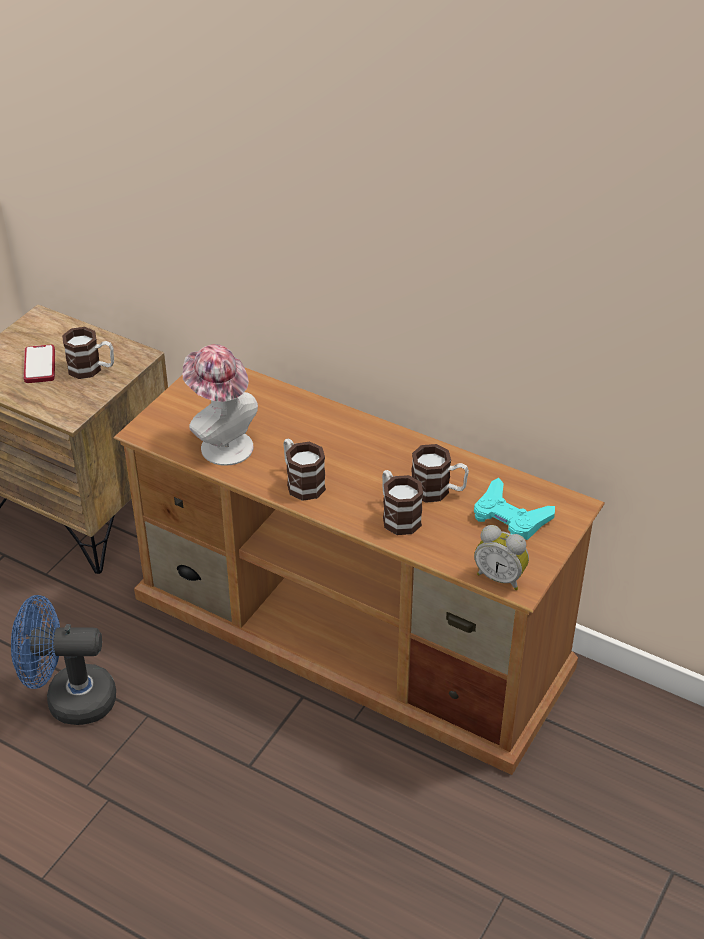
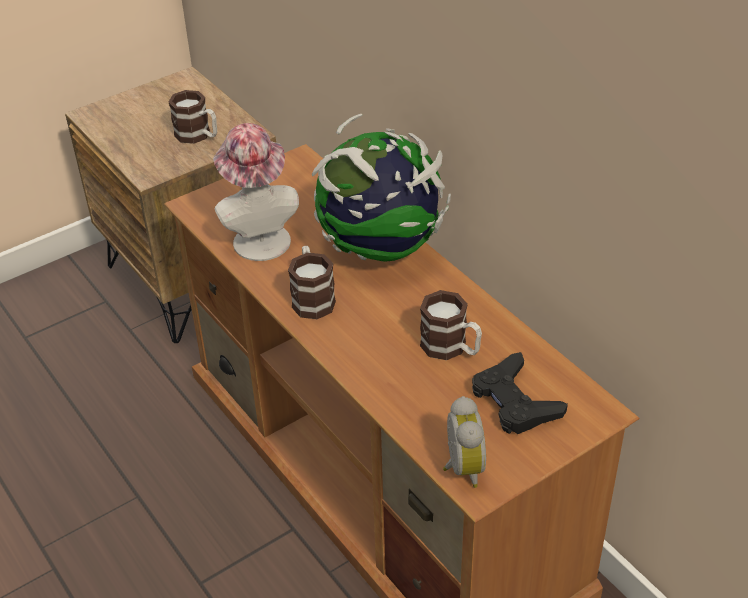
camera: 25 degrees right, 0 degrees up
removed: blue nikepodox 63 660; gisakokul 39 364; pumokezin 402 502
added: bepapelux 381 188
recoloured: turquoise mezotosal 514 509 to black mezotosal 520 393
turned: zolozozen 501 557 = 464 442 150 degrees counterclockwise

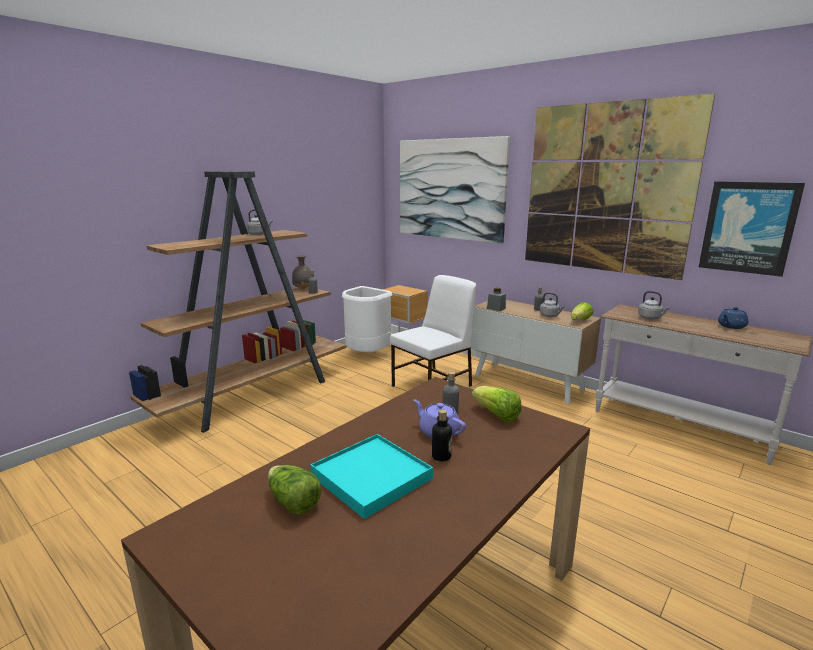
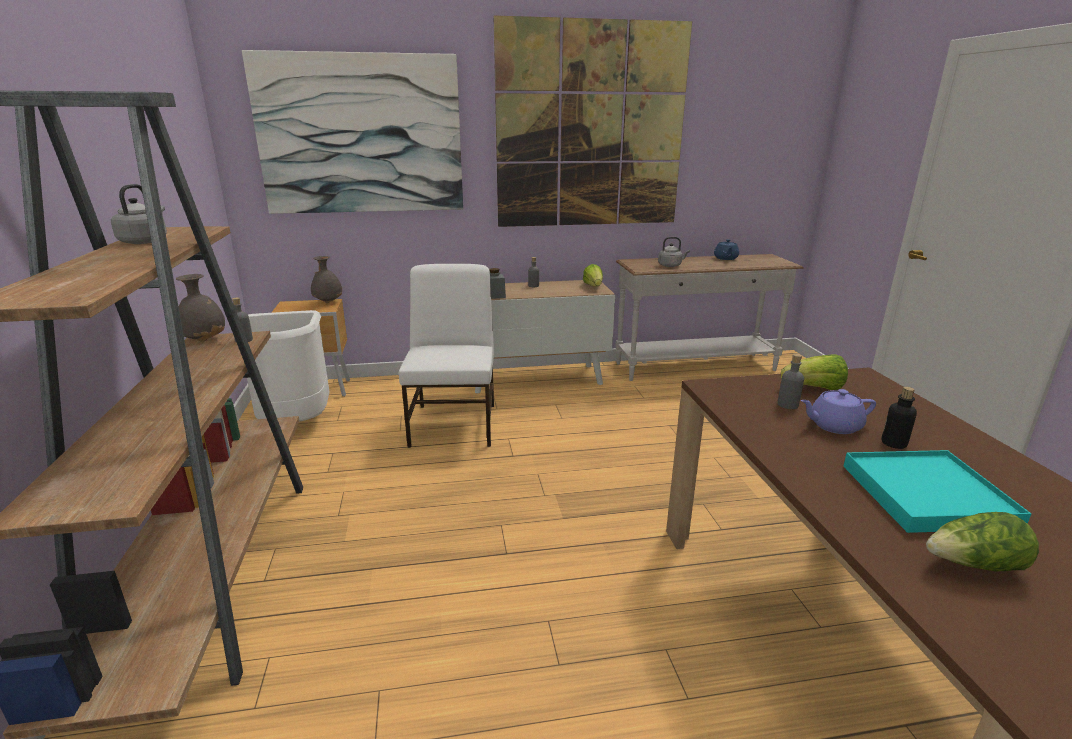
camera: 50 degrees left, 5 degrees up
removed: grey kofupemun 552 304; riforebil 752 229
added: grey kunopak 326 279

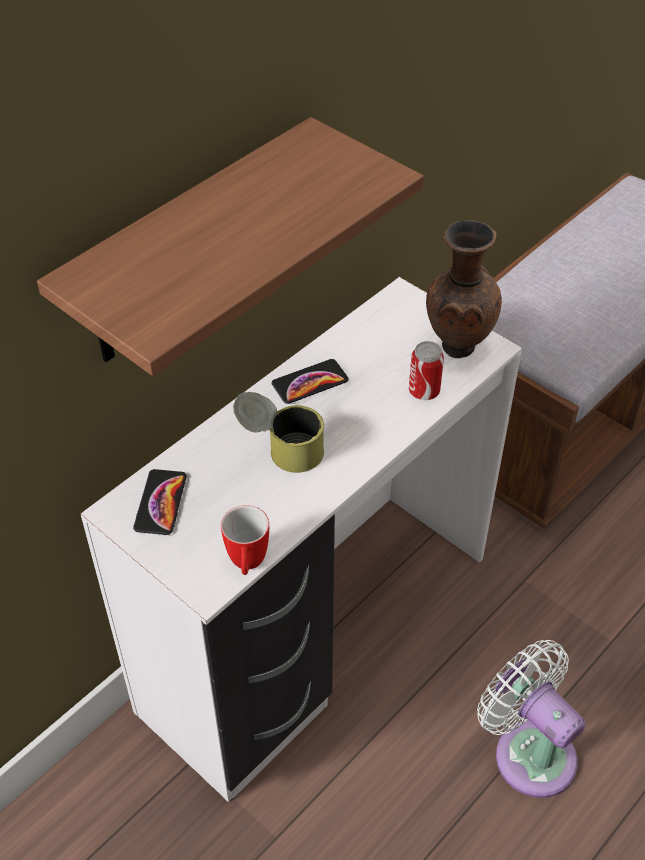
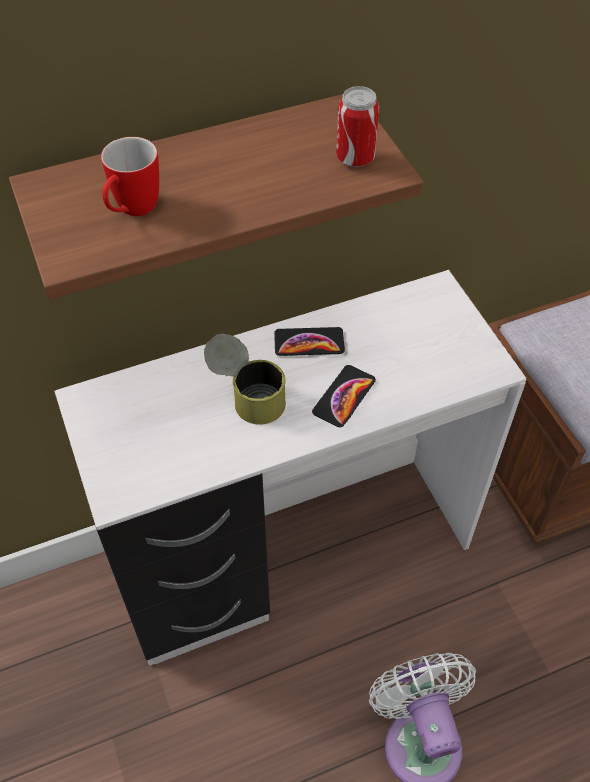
camera: 25 degrees right, 5 degrees up
removed: brown kunopak 464 289
moved: gisakokul 160 502 to 344 396; pumokezin 245 540 to 130 176; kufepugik 426 370 to 357 126

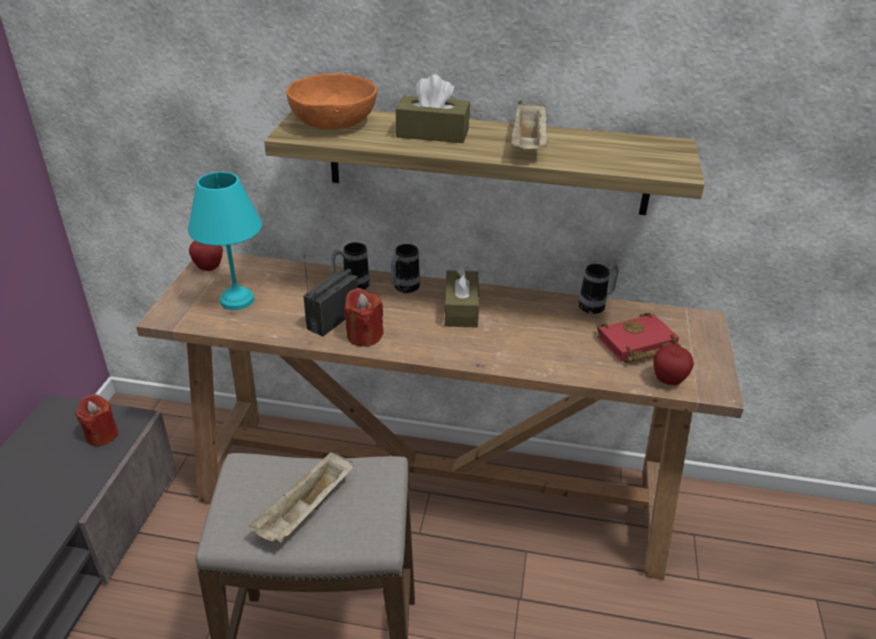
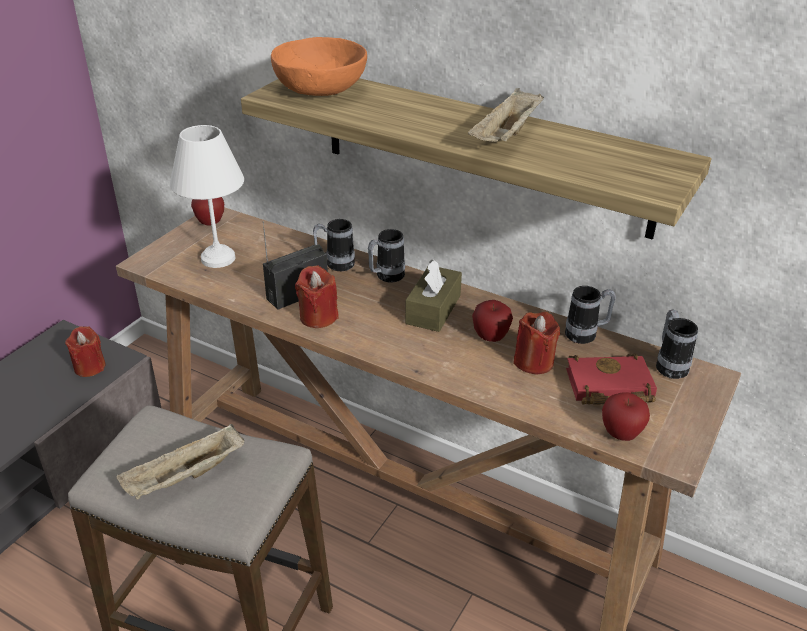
camera: 20 degrees right, 0 degrees up
removed: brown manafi 433 108
added: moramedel 492 321; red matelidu 536 343; pumokezin 677 344
recoloured: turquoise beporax 225 241 to white beporax 207 196

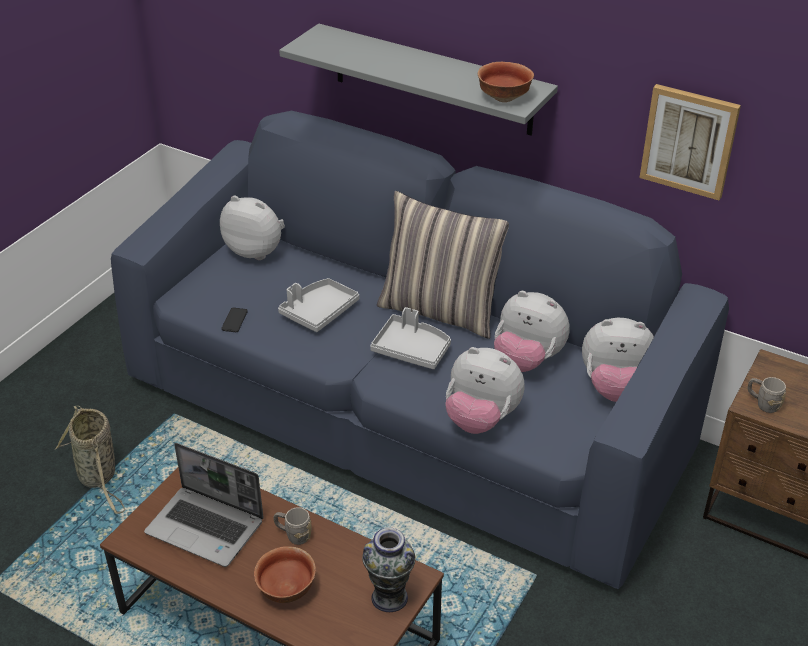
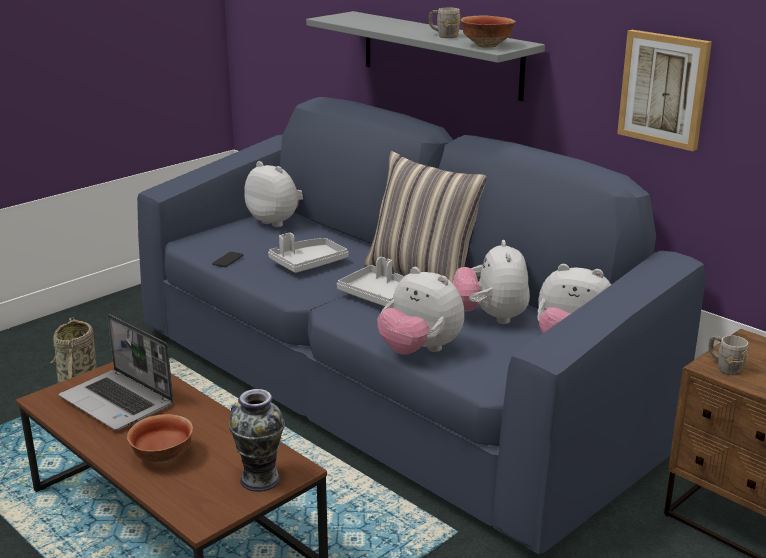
camera: 15 degrees right, 15 degrees down
moved: grey pumokezin 292 526 to 444 22
turned: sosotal 531 331 = 491 282 45 degrees clockwise

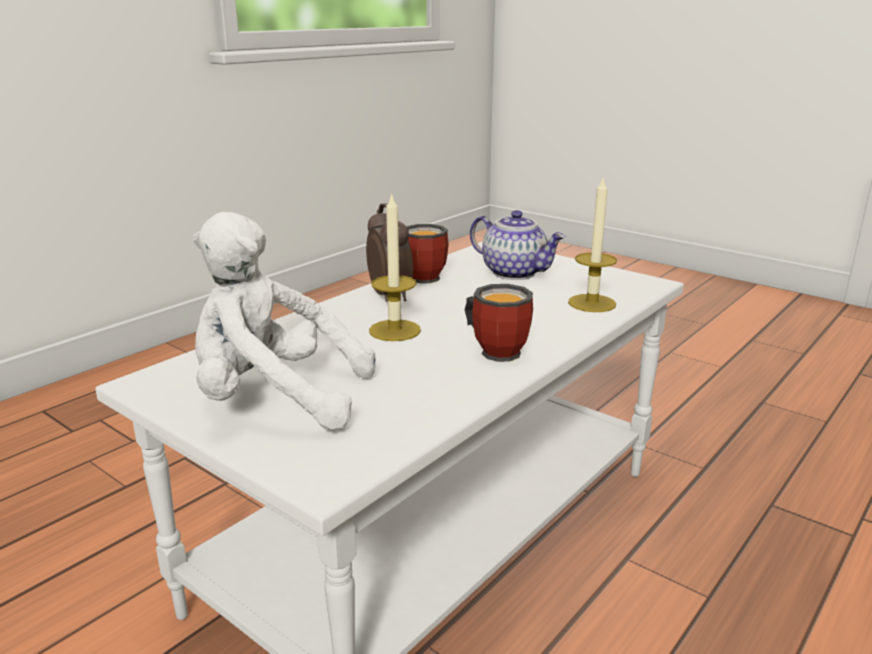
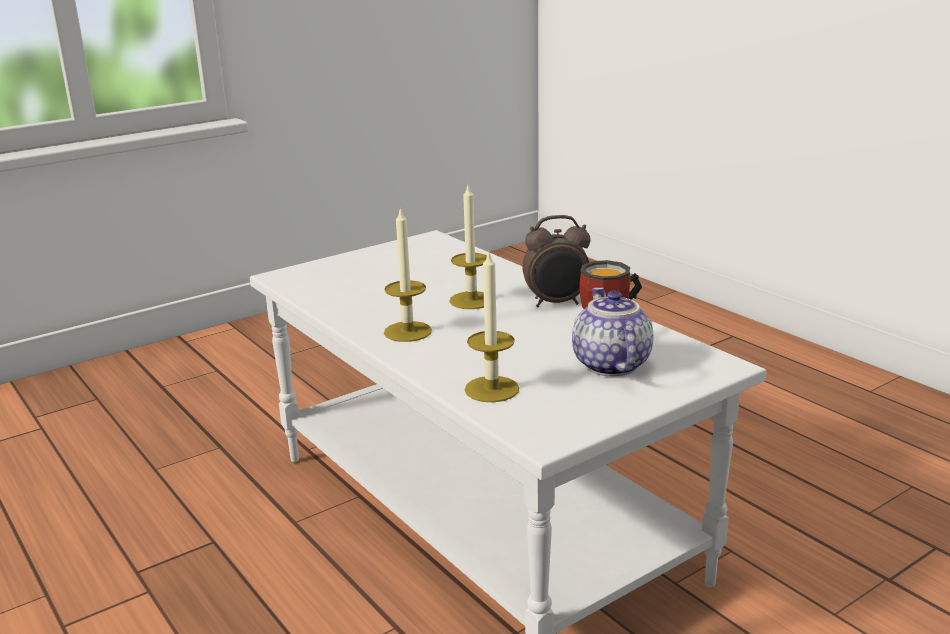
camera: 105 degrees right, 0 degrees up
removed: white sosotal 284 321
replaced: pumokezin 499 323 to matelidu 408 274
turned: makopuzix 518 245 = 612 332 120 degrees clockwise

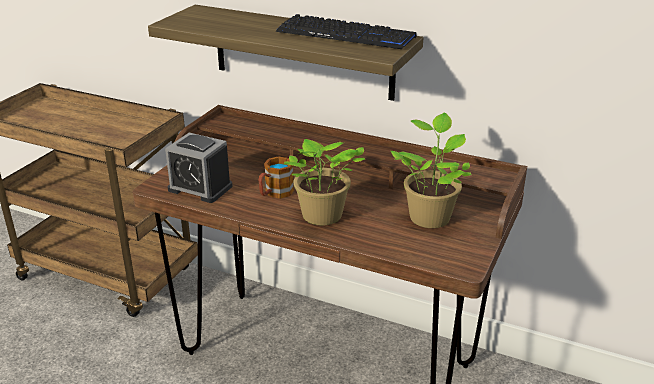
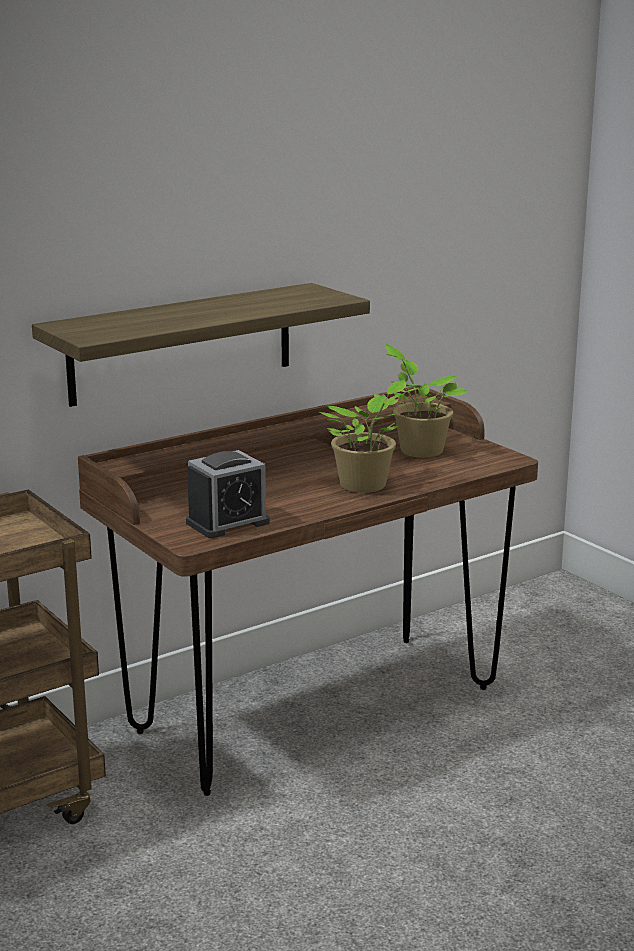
camera: 60 degrees left, 10 degrees down
removed: pumokezin 276 177; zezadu 346 31

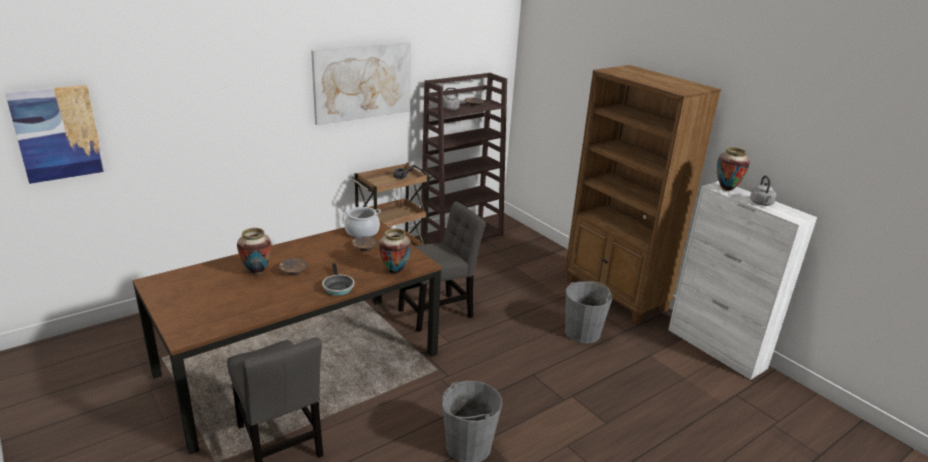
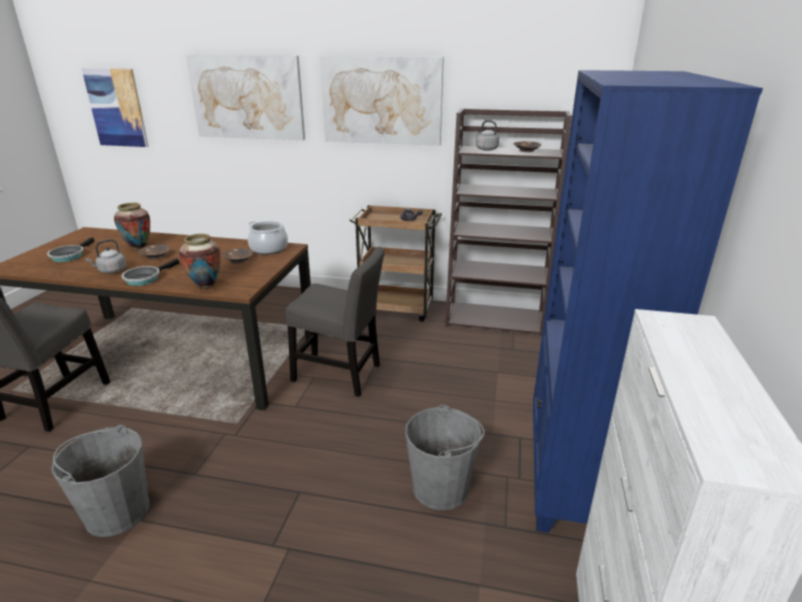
camera: 50 degrees right, 0 degrees up
removed: kunopak 733 169
added: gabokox 71 249; riforebil 245 97
moved: grey kofupemun 763 190 to 106 256
recoloured: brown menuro 643 195 to blue menuro 648 301

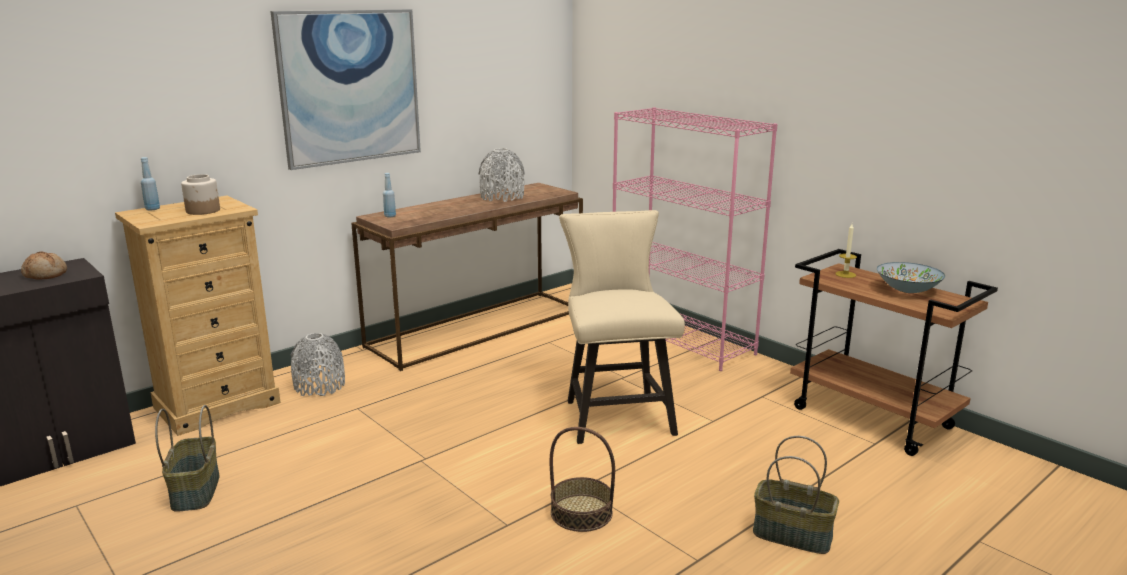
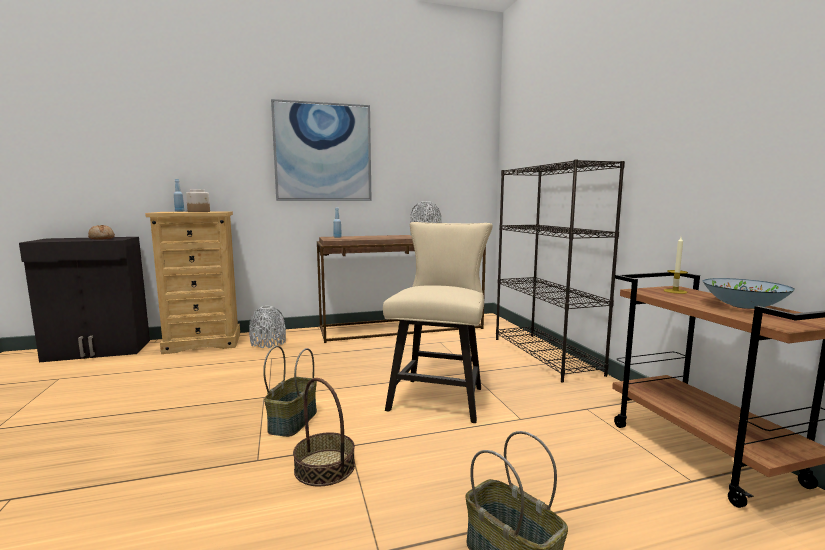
camera: 25 degrees right, 10 degrees down
moved: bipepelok 187 458 to 290 391
recoloured: pink menuro 695 239 to black menuro 560 271

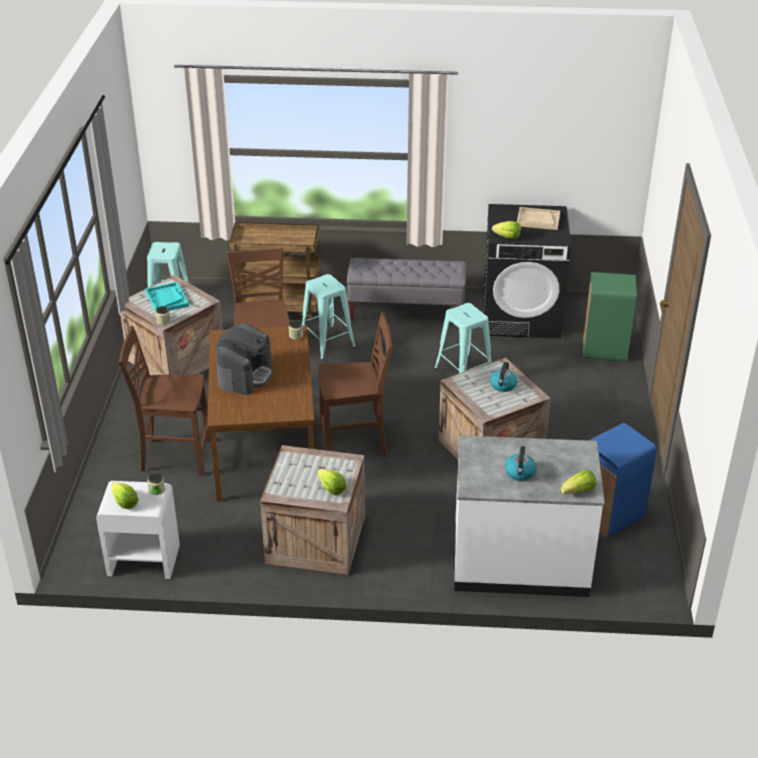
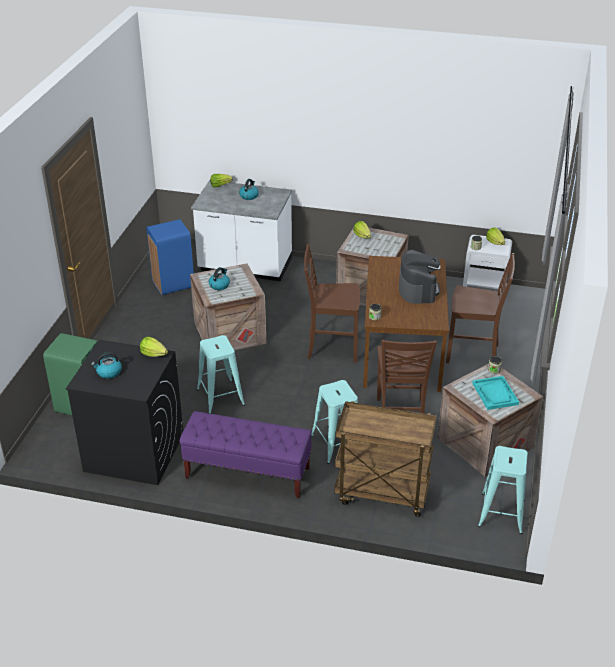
camera: 170 degrees left, 0 degrees up
replaced: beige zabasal 538 218 to kofupemun 106 365
recoloured: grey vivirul 406 289 to purple vivirul 246 454
turned: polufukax 244 359 = 419 277 150 degrees clockwise

